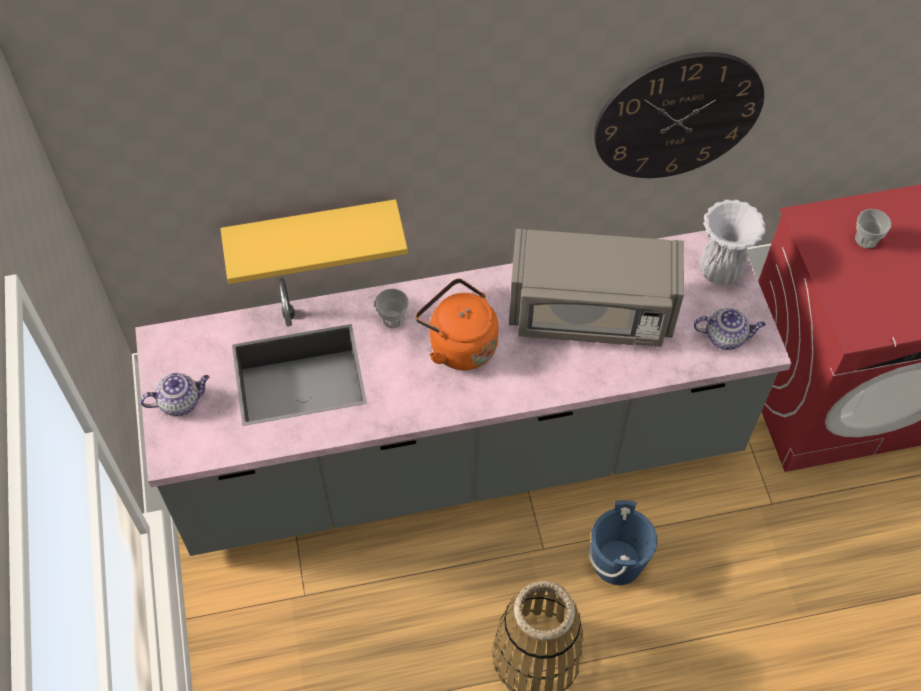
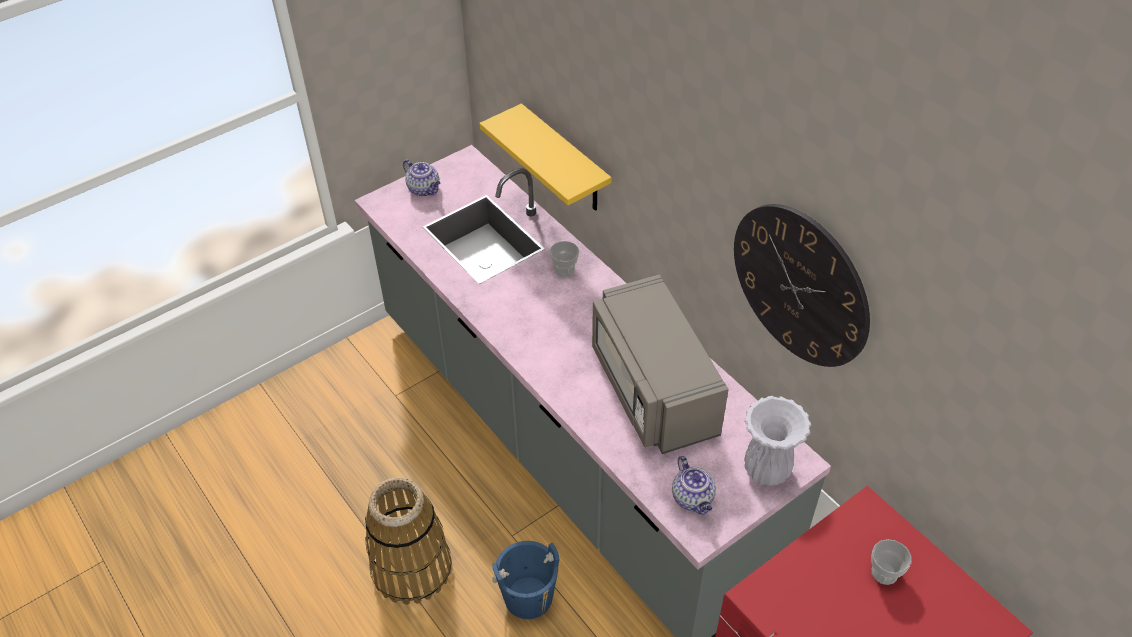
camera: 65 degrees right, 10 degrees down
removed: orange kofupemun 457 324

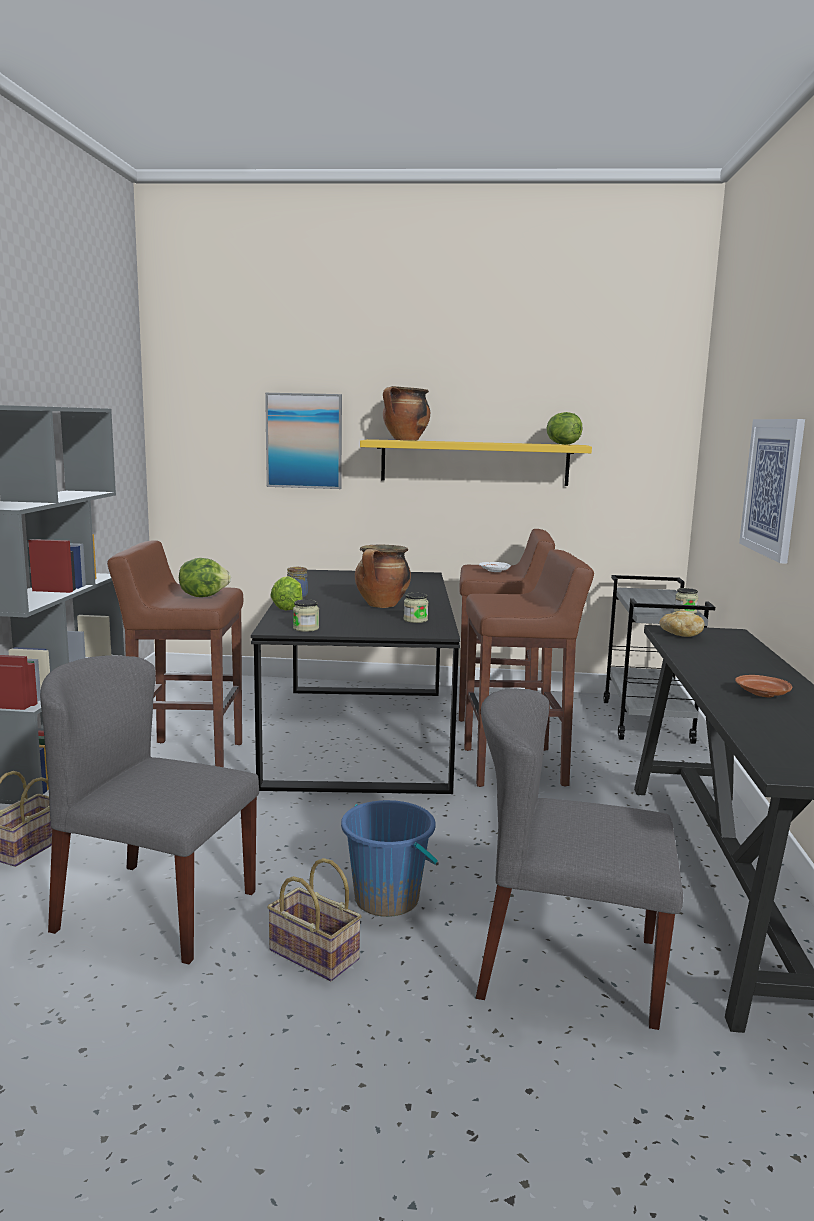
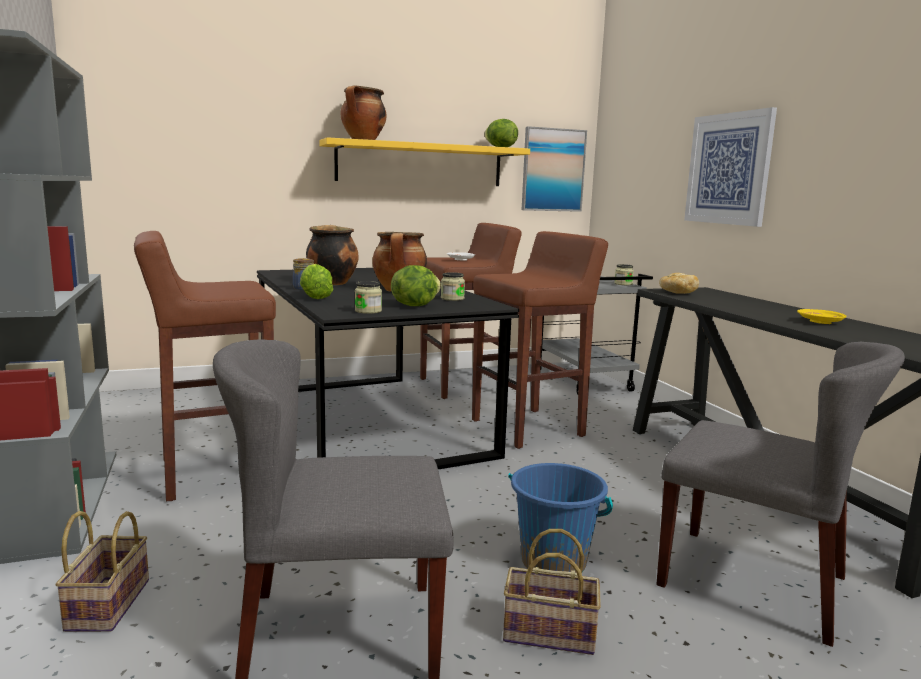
camera: 25 degrees left, 0 degrees up
added: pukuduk 332 255
moved: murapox 205 577 to 416 285; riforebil 303 441 to 554 169
recoloured: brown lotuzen 763 686 to yellow lotuzen 822 316
turned: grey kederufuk 579 859 = 780 494 135 degrees counterclockwise

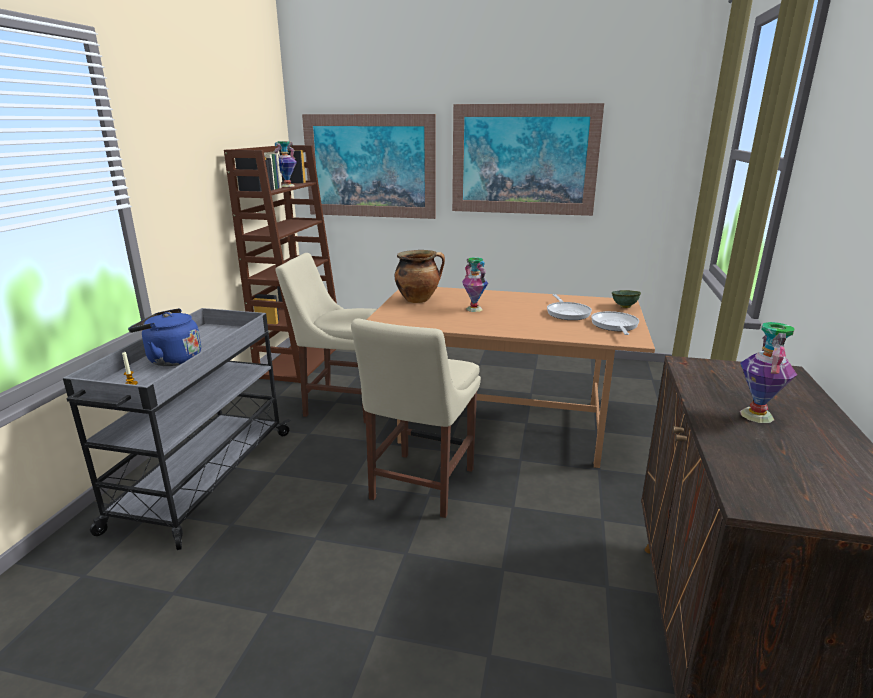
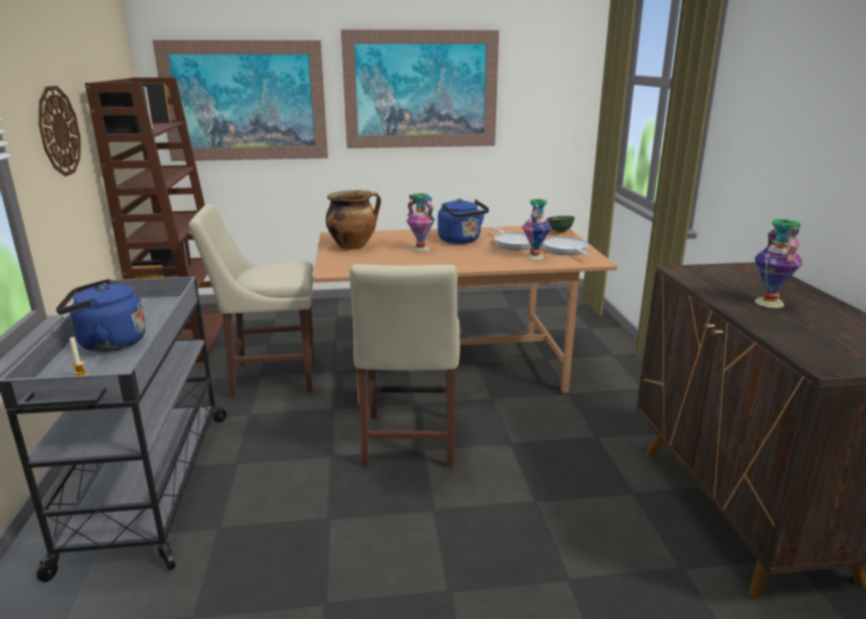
camera: 20 degrees left, 0 degrees up
added: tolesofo 60 131; blue kofupemun 463 221
moved: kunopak 285 164 to 537 229

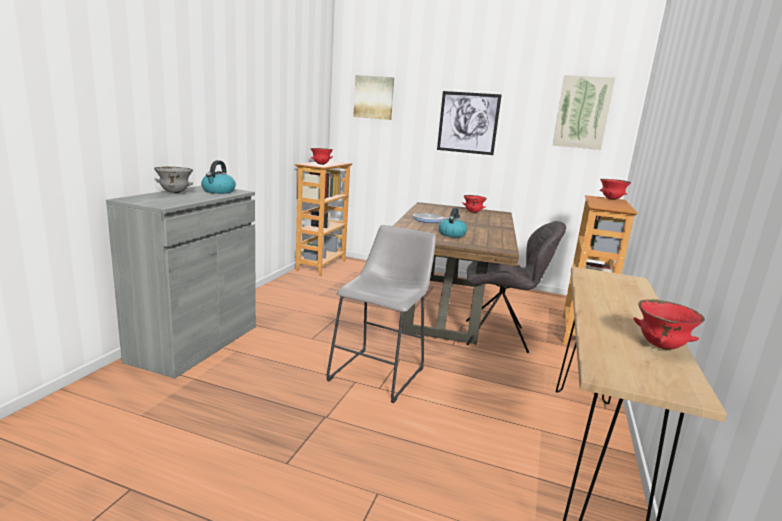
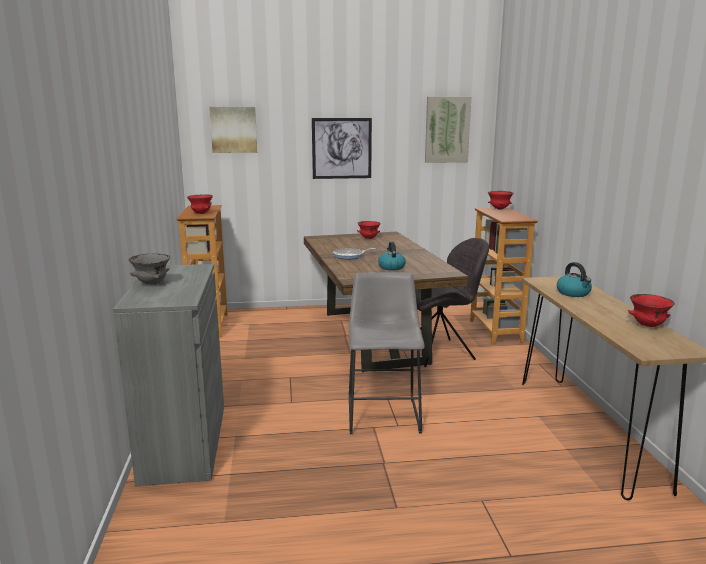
camera: 25 degrees left, 0 degrees up
moved: kofupemun 218 177 to 574 279

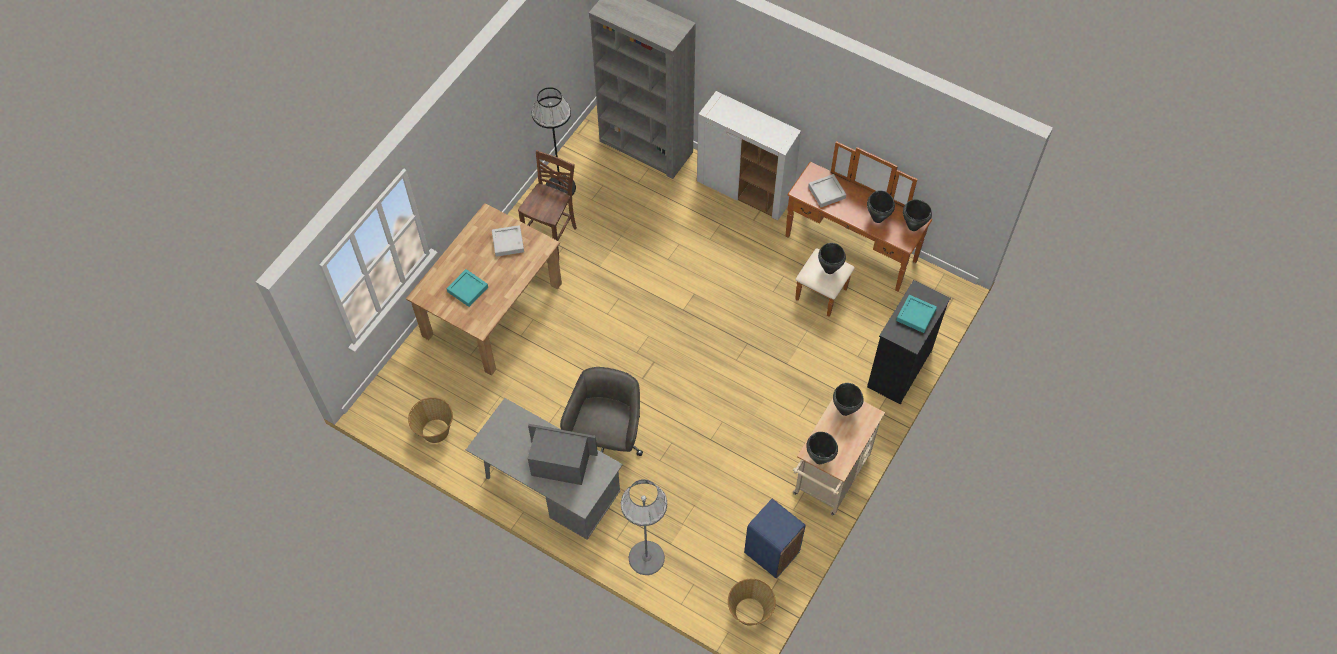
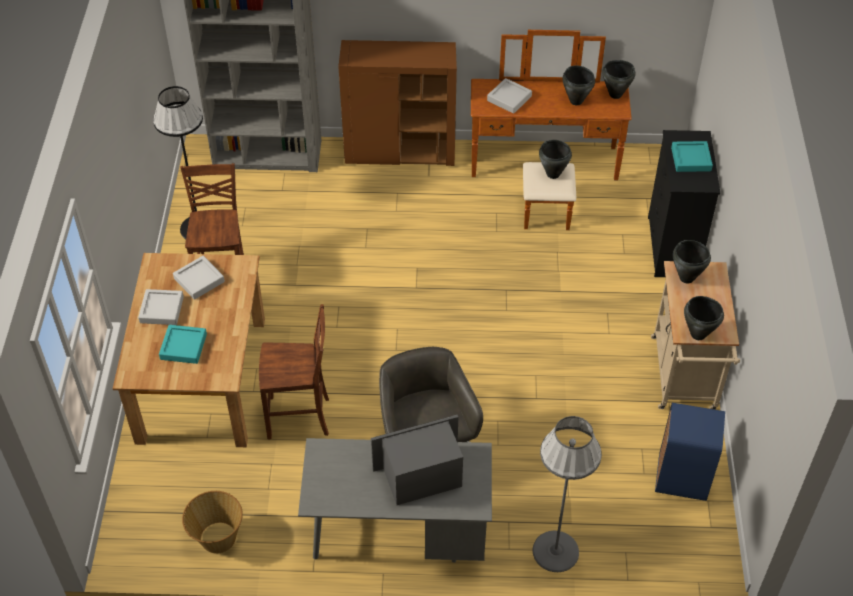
camera: 30 degrees left, 10 degrees down
removed: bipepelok 752 602
added: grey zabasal 161 307; brown kederufuk 294 371
recoloured: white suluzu 749 156 to brown suluzu 397 103

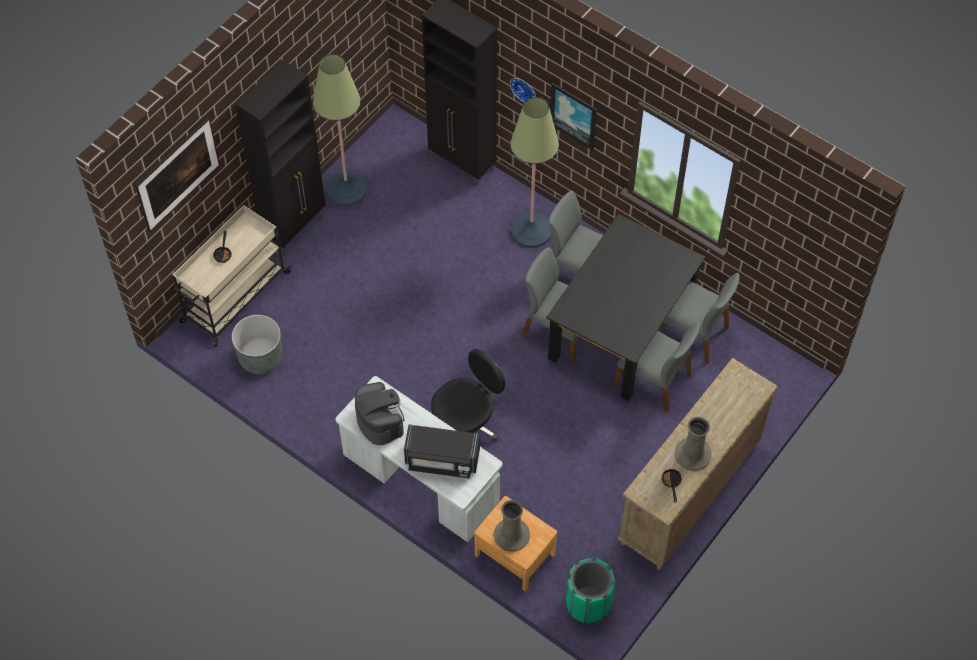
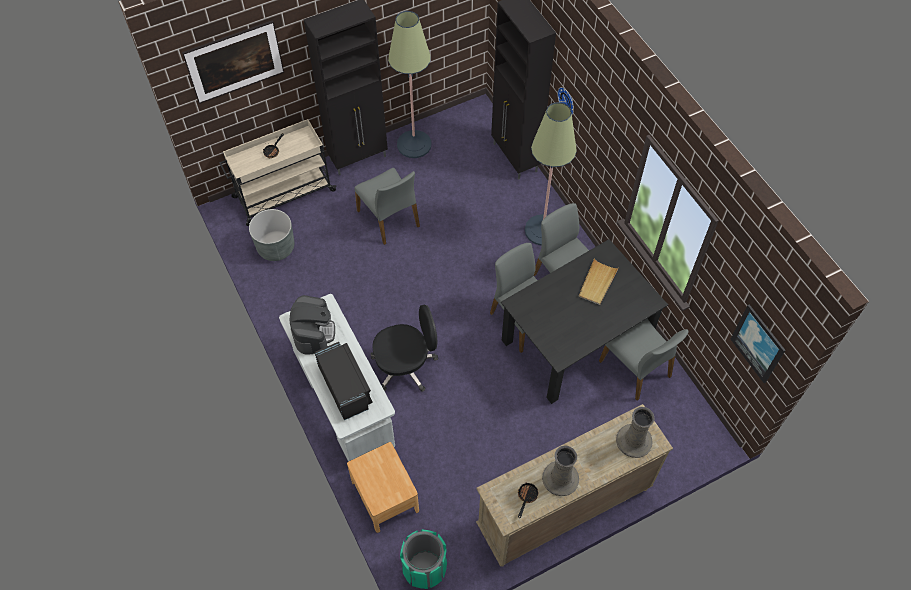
camera: 25 degrees right, 0 degrees up
added: beige zabasal 598 281
moved: beige kunopak 512 525 to 635 432; riforebil 573 116 to 758 343; grey kederufuk 656 367 to 387 206
turned: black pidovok 442 451 = 344 381 150 degrees counterclockwise

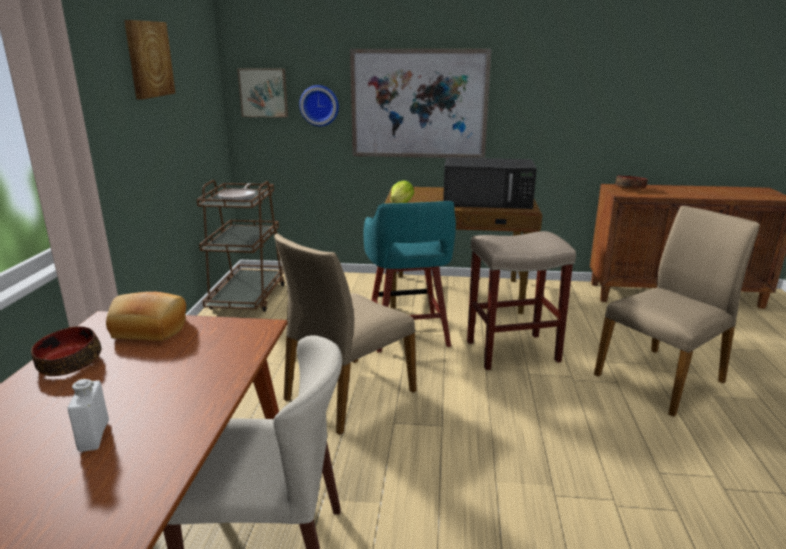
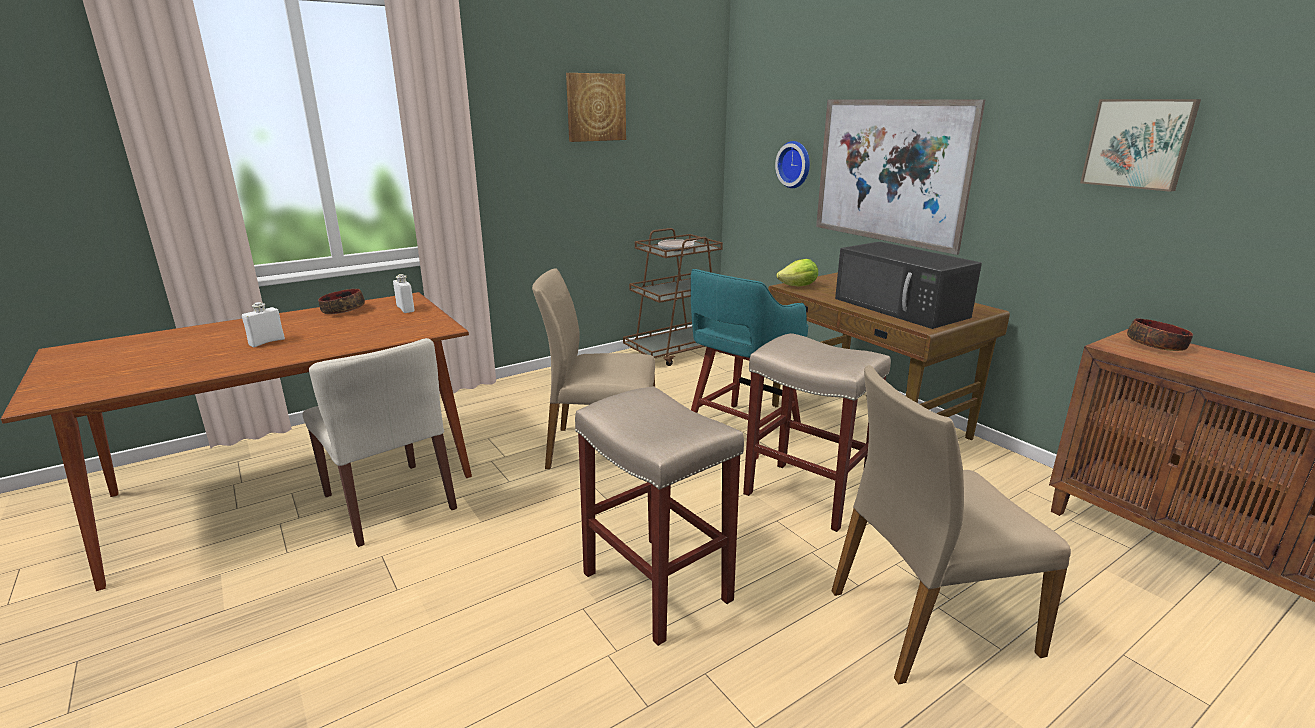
camera: 50 degrees right, 0 degrees up
added: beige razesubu 659 516
moved: riforebil 262 93 to 1140 145
replaced: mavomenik 146 316 to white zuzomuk 403 293
turned: beige kederufuk 677 311 = 951 524 150 degrees clockwise

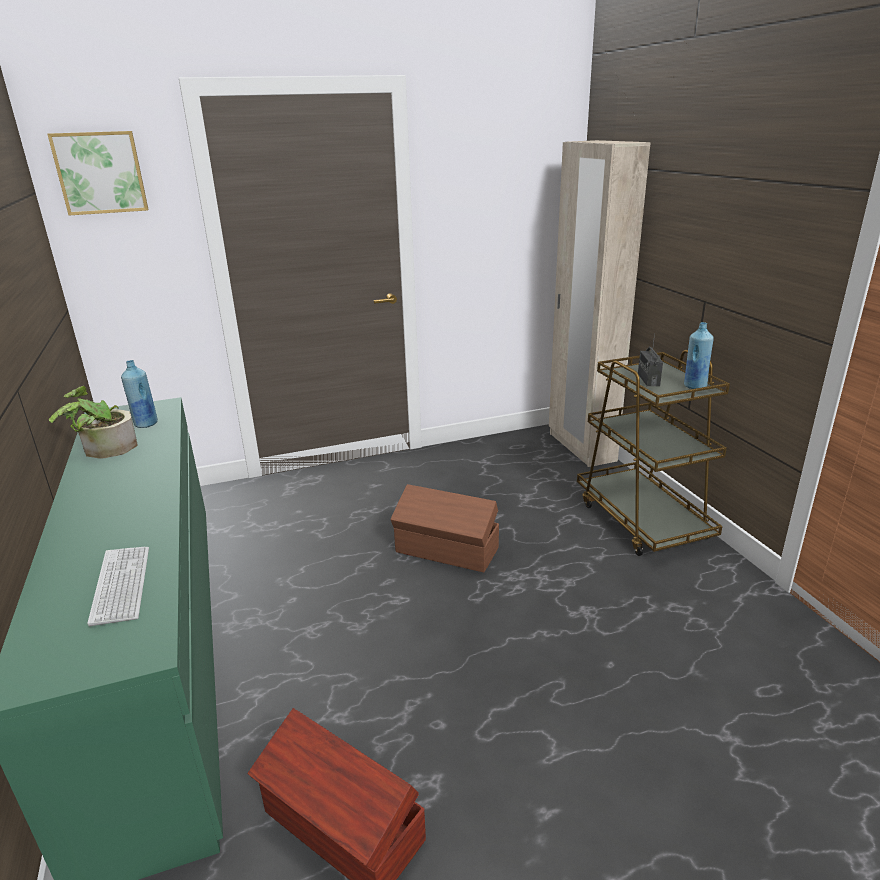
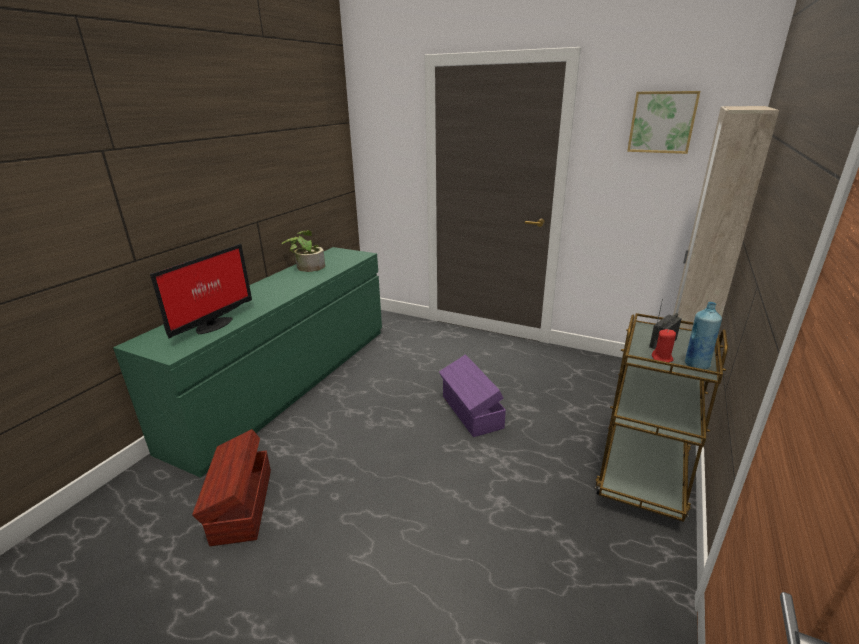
camera: 45 degrees right, 0 degrees up
removed: blue zuzomuk 139 394
added: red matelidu 664 345
moved: riforebil 97 173 to 663 122
replaced: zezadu 118 586 to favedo 201 291
recoloured: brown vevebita 444 528 to purple vevebita 472 395

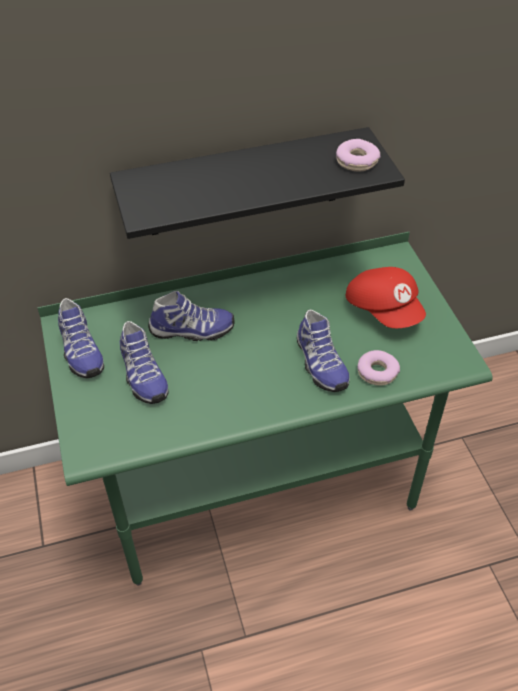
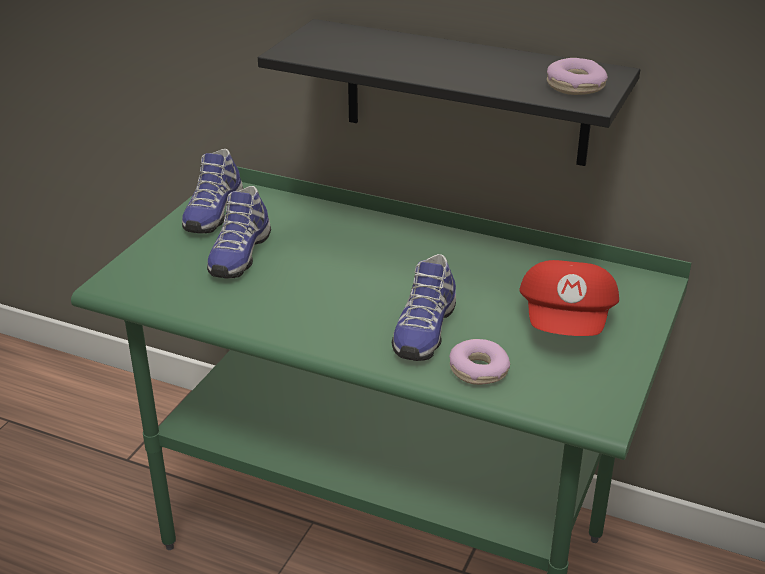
camera: 40 degrees right, 15 degrees down
removed: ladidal 191 316

